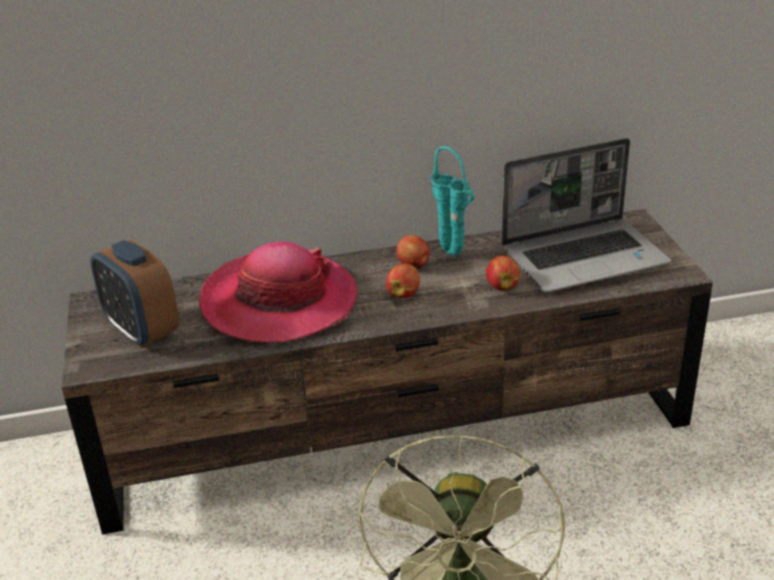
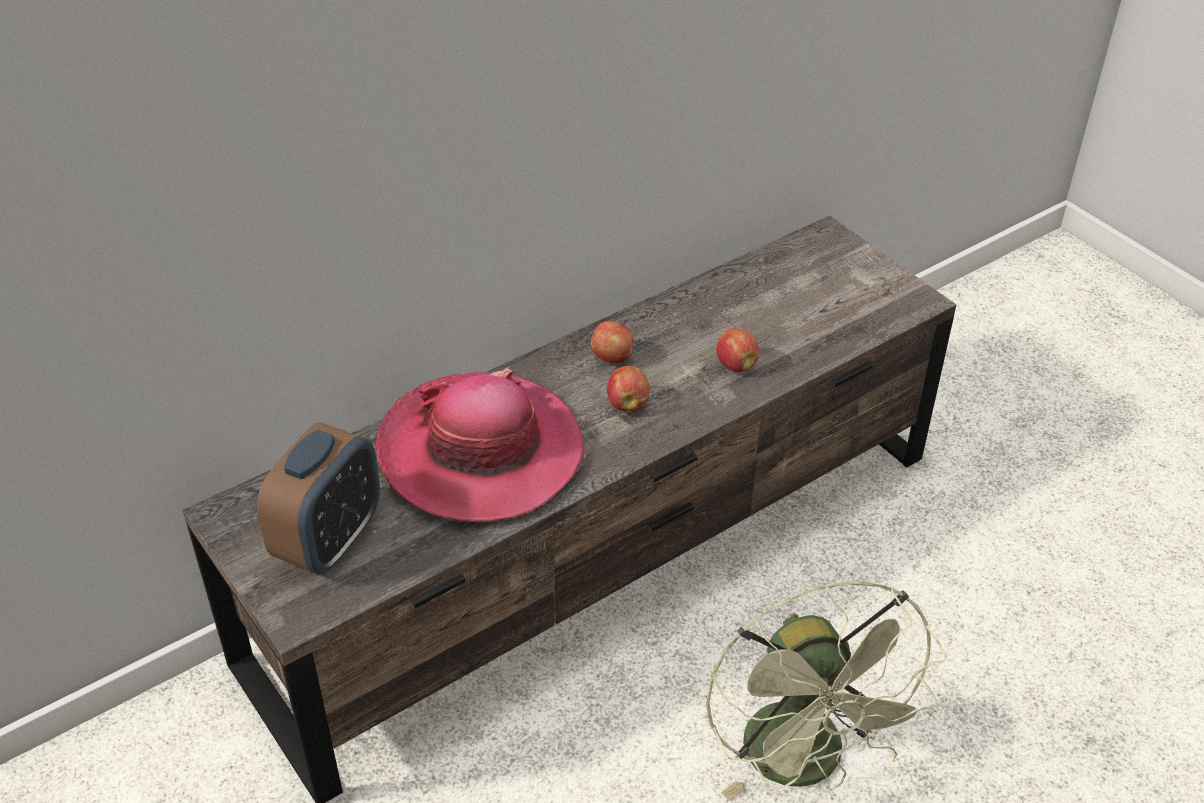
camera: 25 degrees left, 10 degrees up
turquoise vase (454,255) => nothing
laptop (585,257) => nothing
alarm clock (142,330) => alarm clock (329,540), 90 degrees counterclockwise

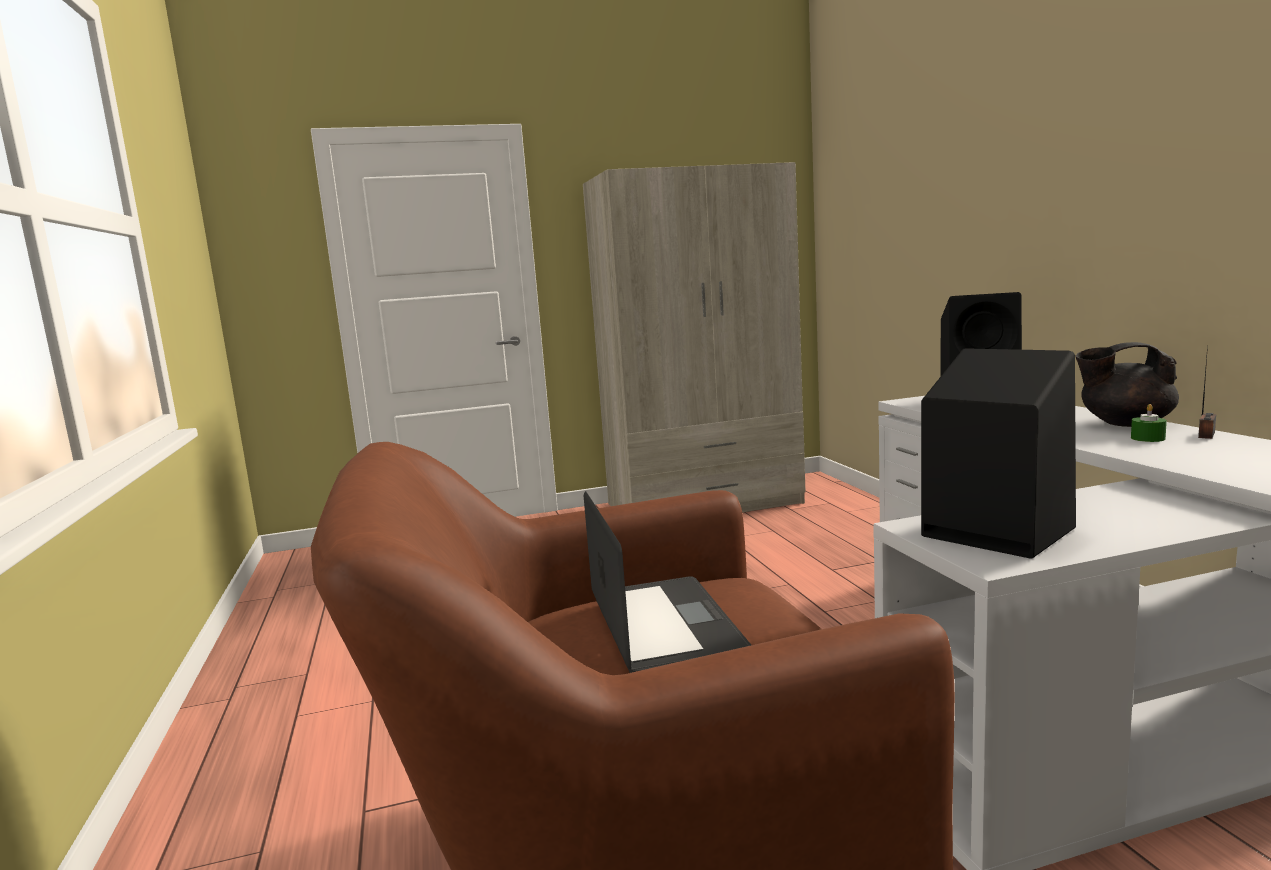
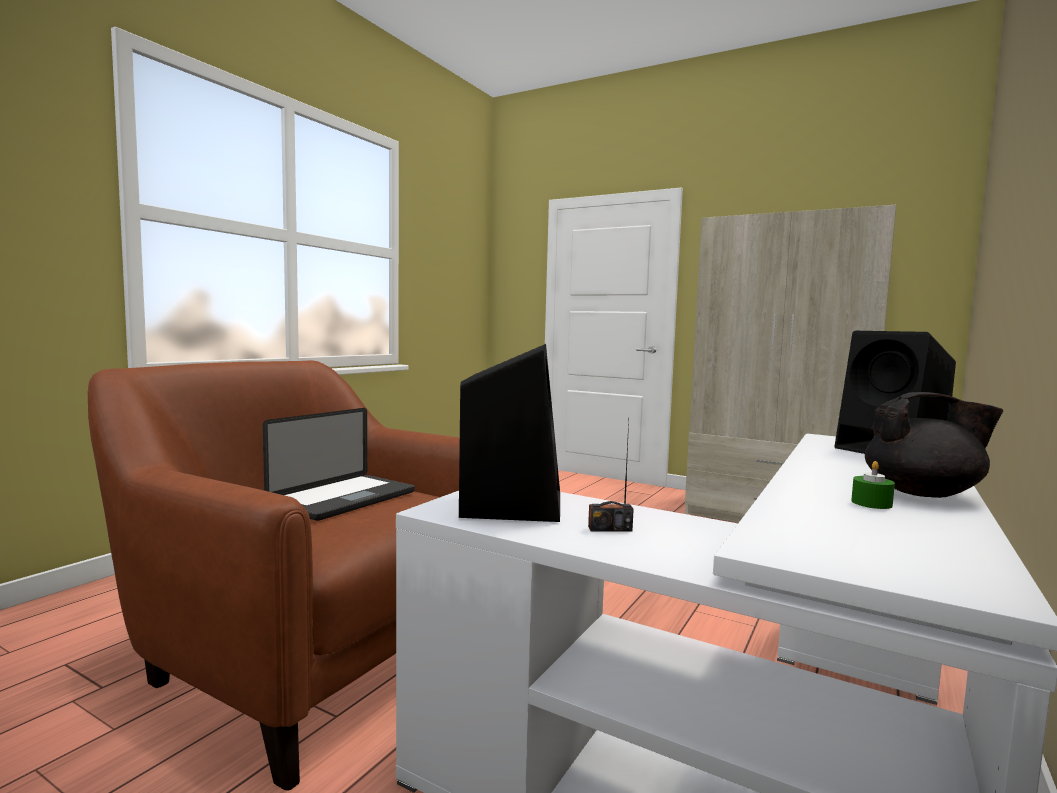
camera: 45 degrees right, 5 degrees down
radio (1206,435) => radio (610,528), moved
black teapot (1124,423) => black teapot (923,493), 135 degrees clockwise

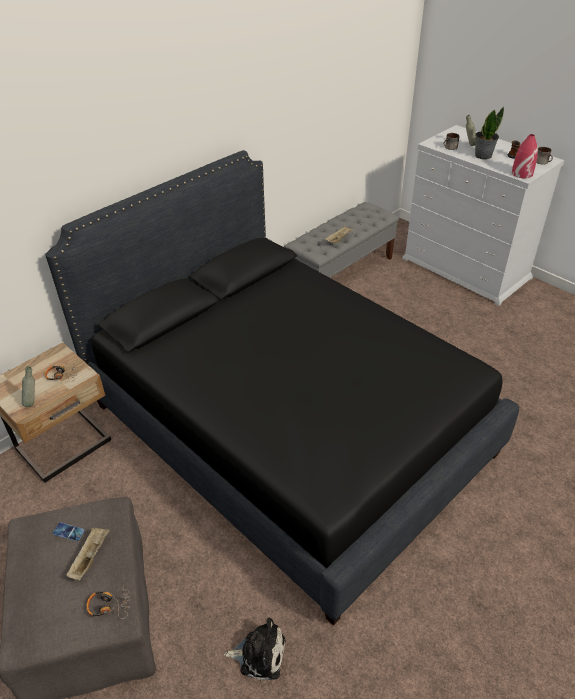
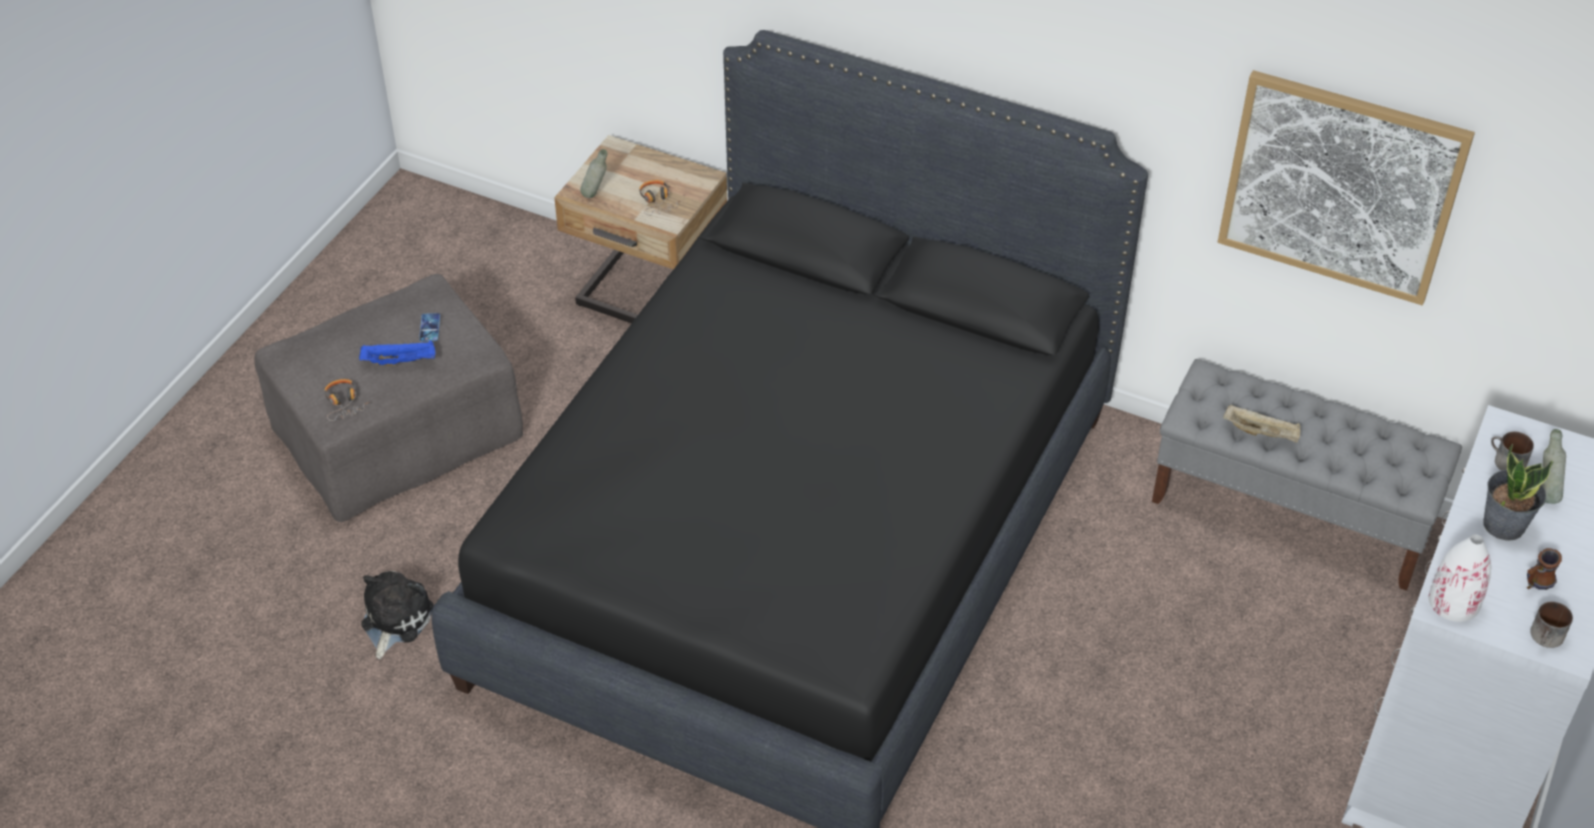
camera: 70 degrees right, 5 degrees up
nothing => picture (1341,187)
beige tray (90,557) => blue tray (400,361)
red vase (522,173) => white vase (1454,601)
plush toy (259,654) => plush toy (394,620), 150 degrees counterclockwise

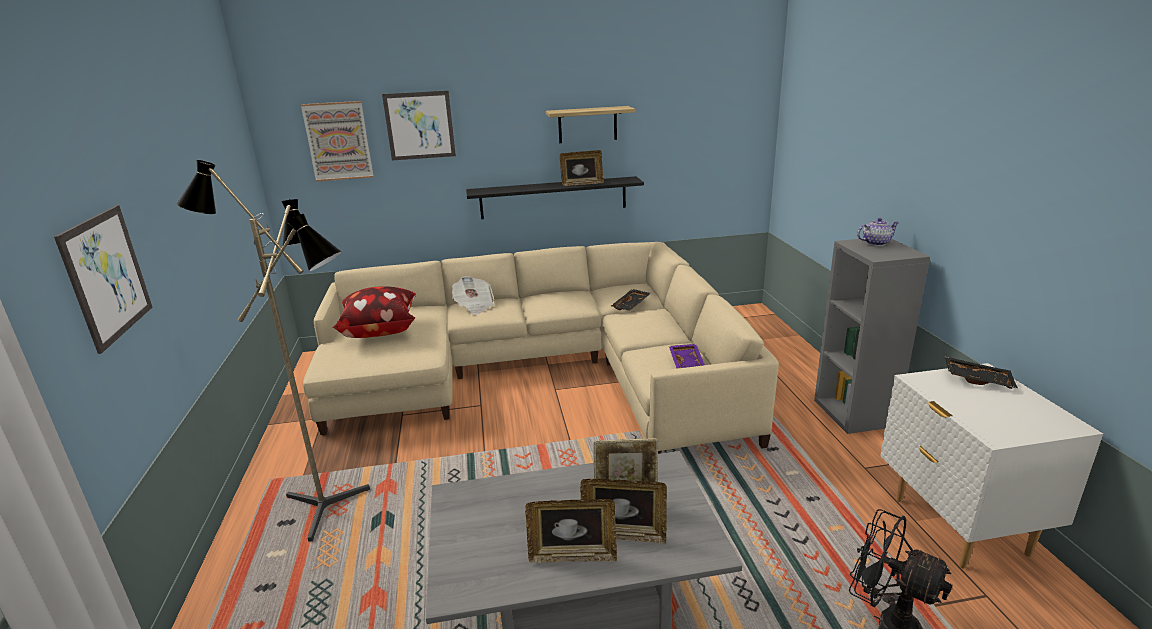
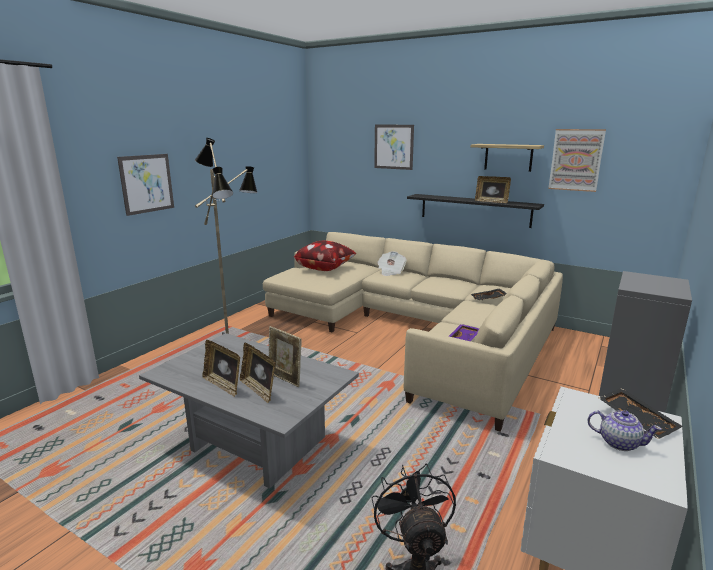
camera: 40 degrees right, 5 degrees down
picture (338,141) => picture (576,160), moved
teapot (875,243) => teapot (618,442), moved

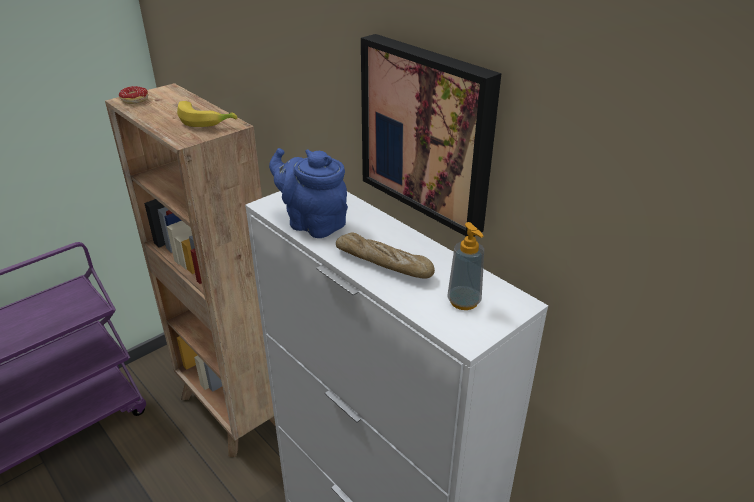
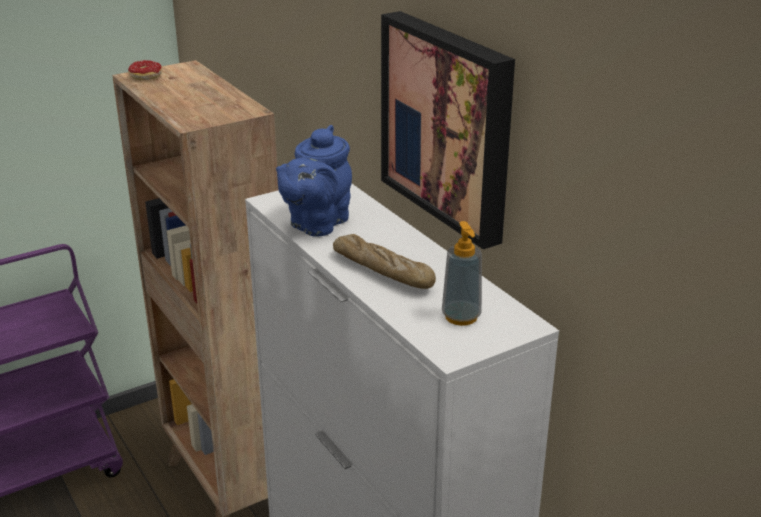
camera: 10 degrees right, 5 degrees down
banana (206,121) => nothing
blue teapot (313,223) => blue teapot (316,224), 105 degrees counterclockwise

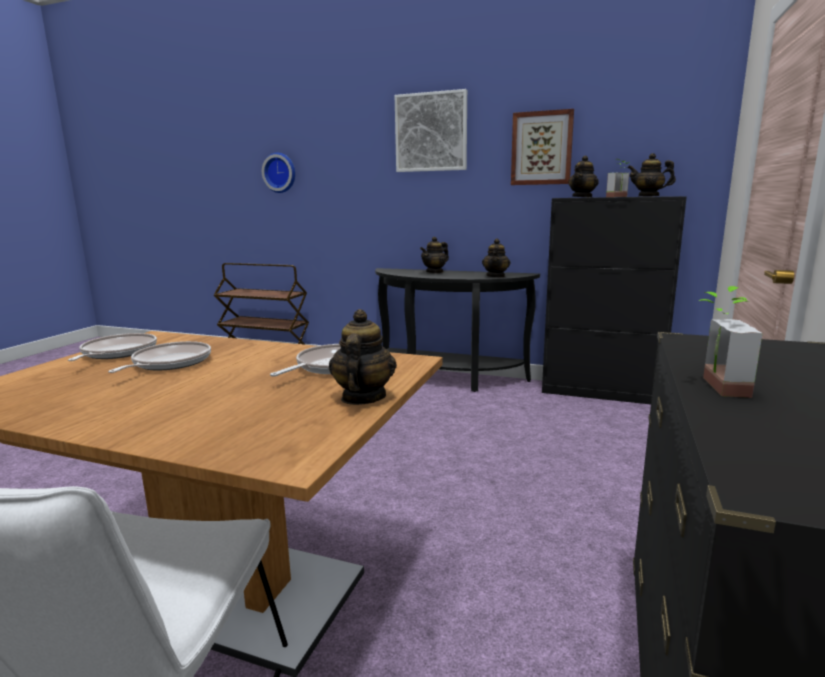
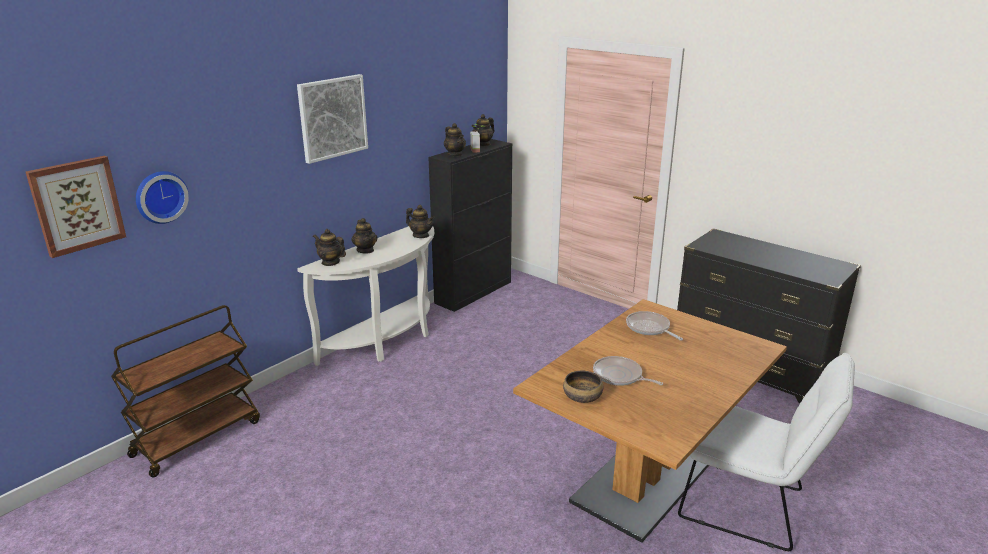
camera: 70 degrees left, 10 degrees up
potted plant (713,386) => nothing
teapot (363,398) => teapot (330,262), moved
picture (541,148) => picture (77,205), moved
frying pan (117,353) => bowl (582,397)
black console table (447,379) => white console table (387,341)

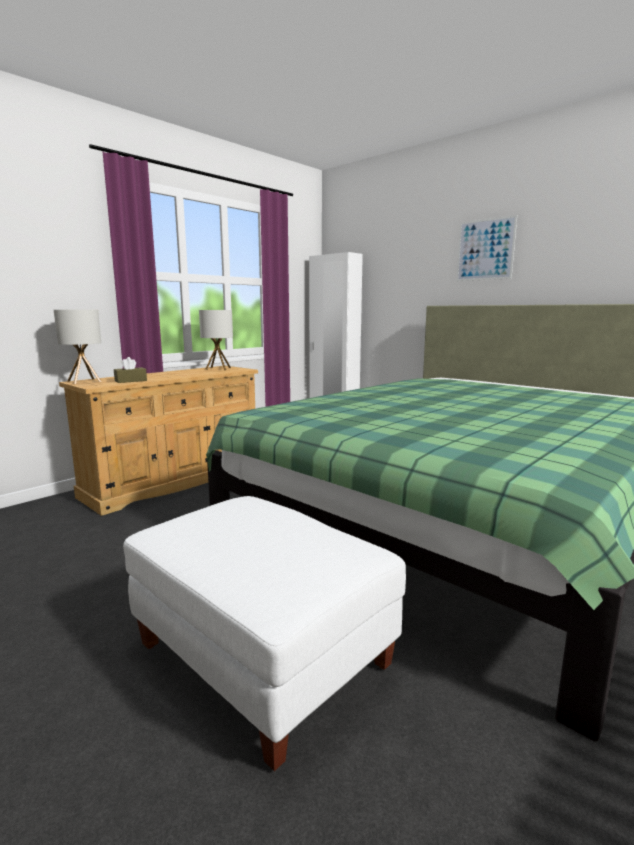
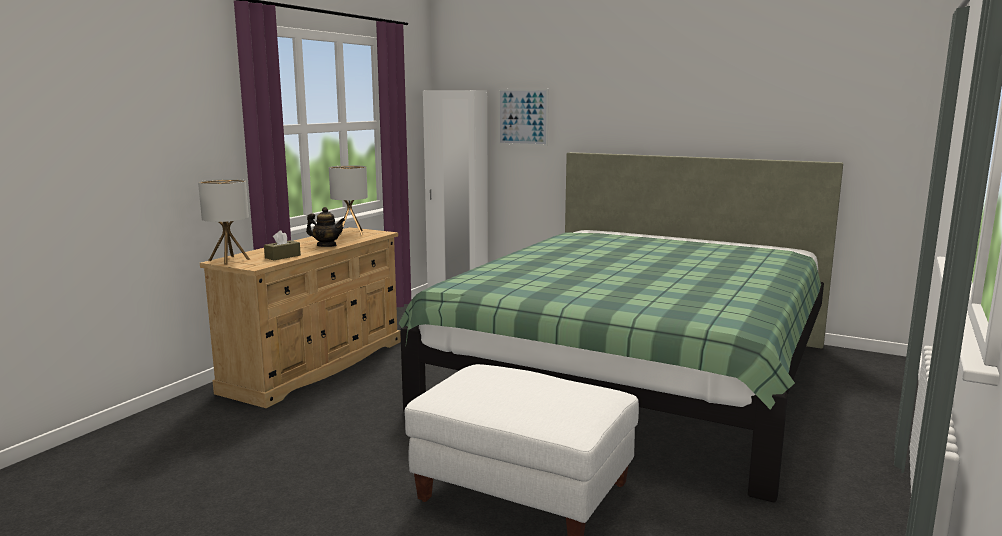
camera: 15 degrees left, 0 degrees up
nothing => teapot (326,246)
picture (485,249) => picture (523,117), moved

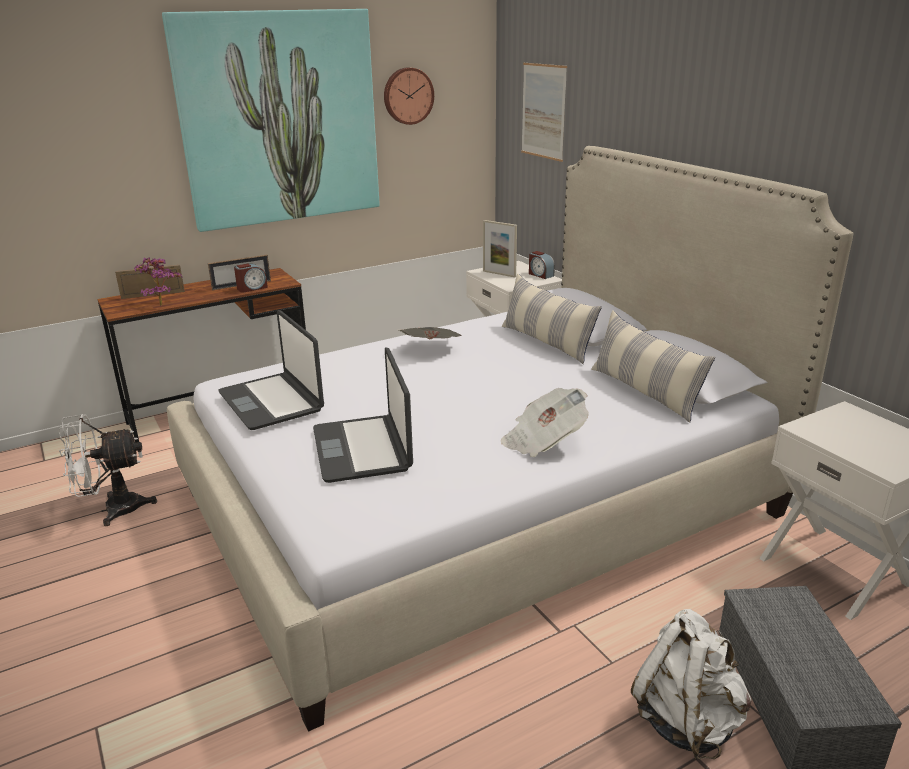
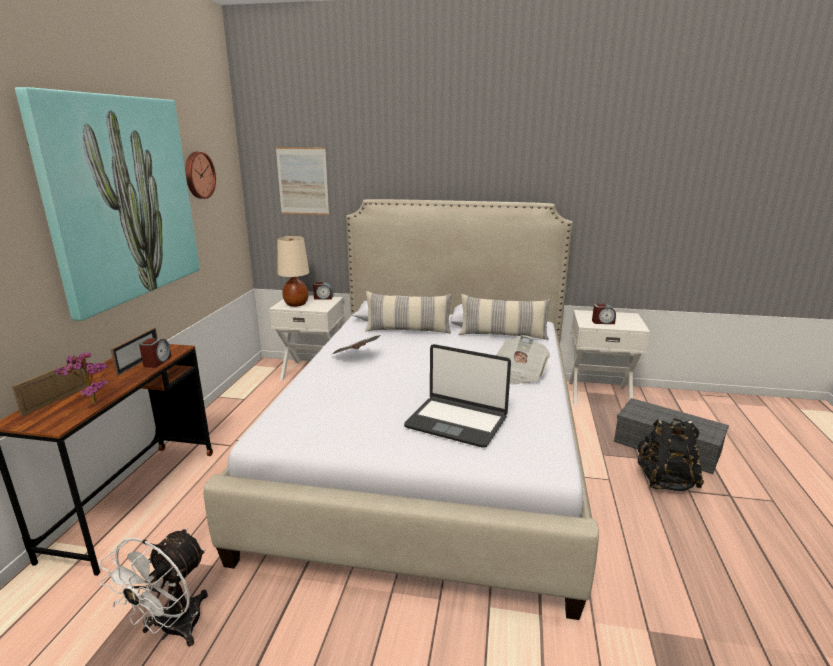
camera: 50 degrees left, 5 degrees down
laptop (272,402) => nothing
nothing => alarm clock (603,322)
picture frame (499,274) => beige table lamp (296,304)
white backpack (687,721) => black backpack (664,481)

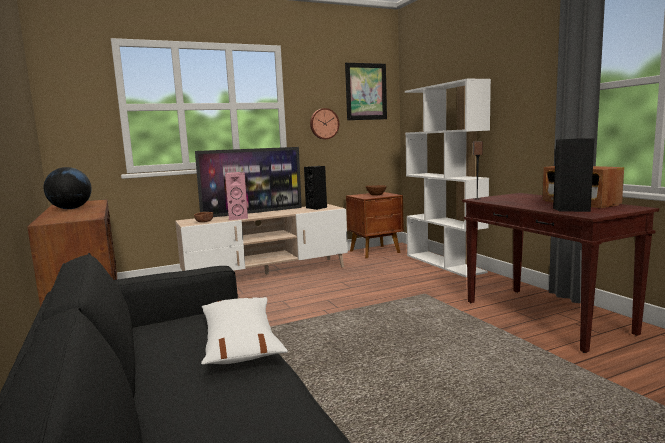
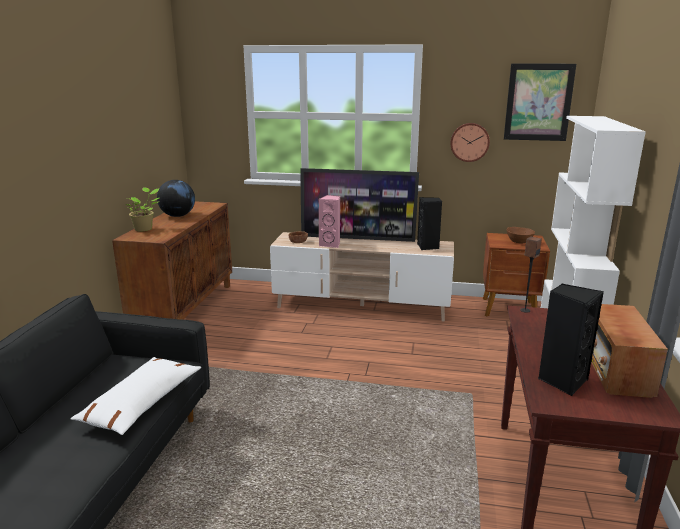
camera: 35 degrees right, 10 degrees up
nothing => potted plant (144,229)

